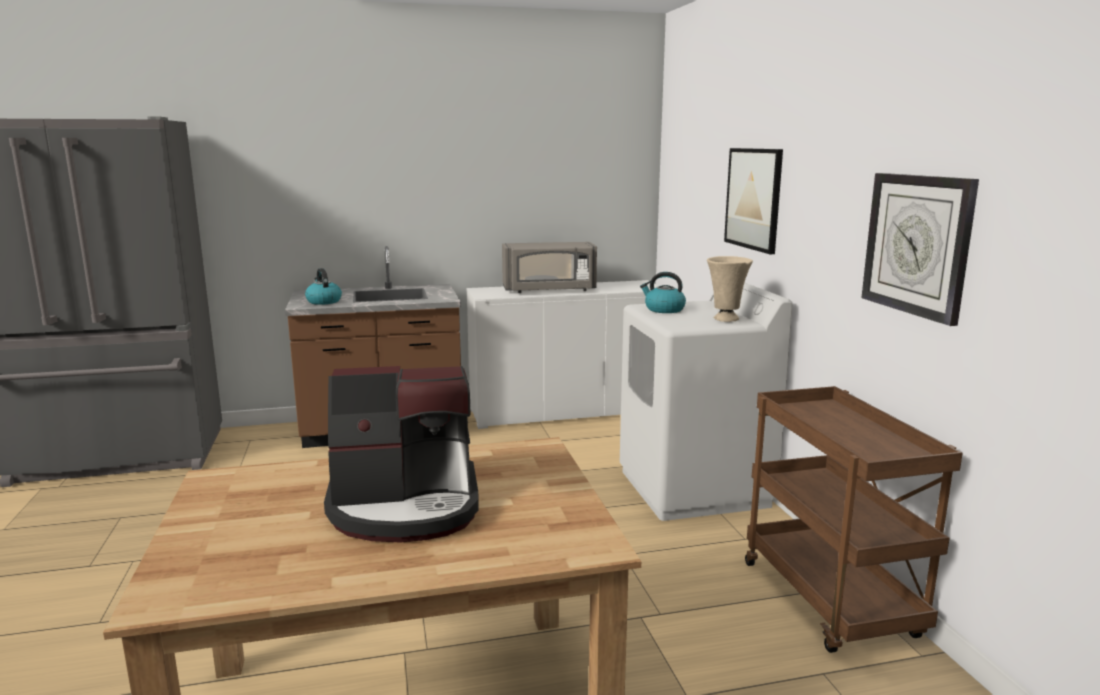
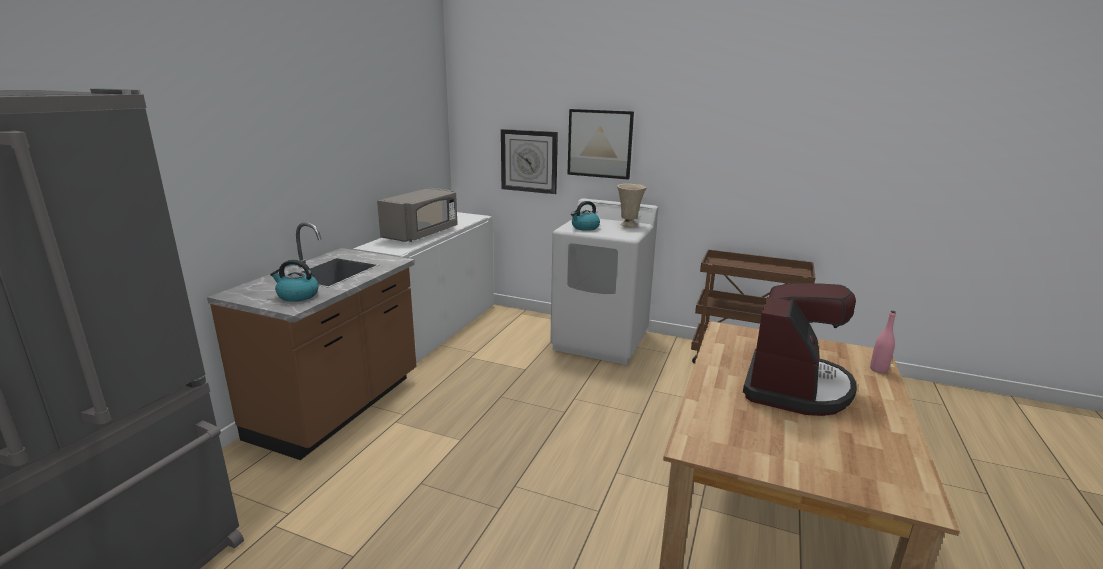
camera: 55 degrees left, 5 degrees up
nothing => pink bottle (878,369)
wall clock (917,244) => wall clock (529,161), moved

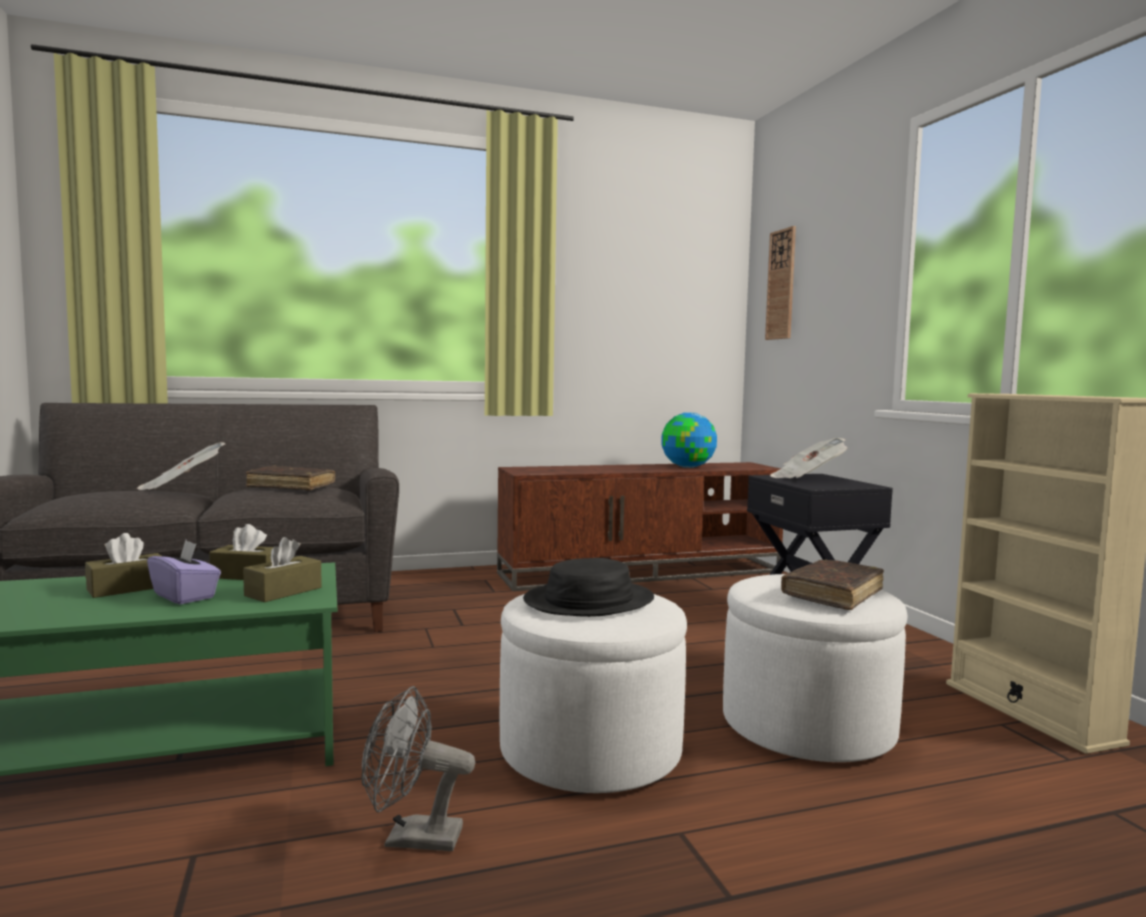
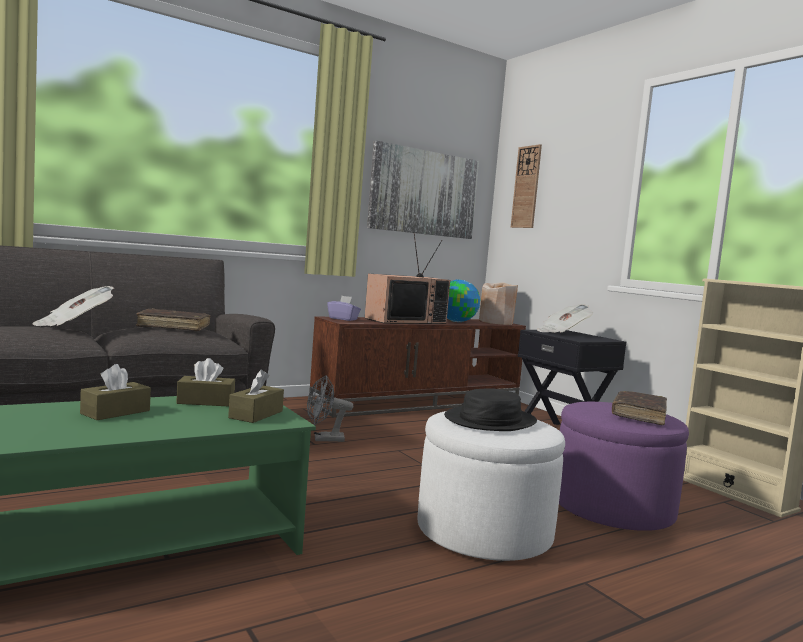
camera: 15 degrees left, 0 degrees up
nothing => television (405,321)
nothing => picture (424,193)
nothing => beige vase (496,322)
purple tissue box (185,596) => purple tissue box (343,319), moved
grey fan (411,838) => grey fan (323,439), moved
white ottoman (807,726) => purple ottoman (612,508)

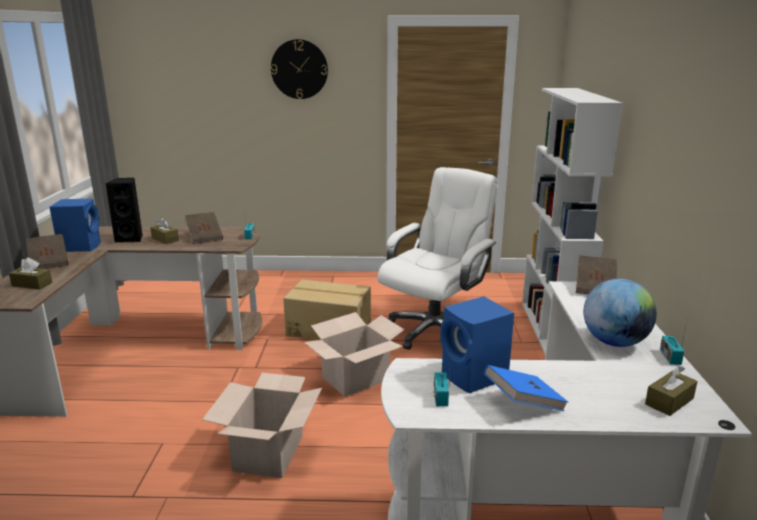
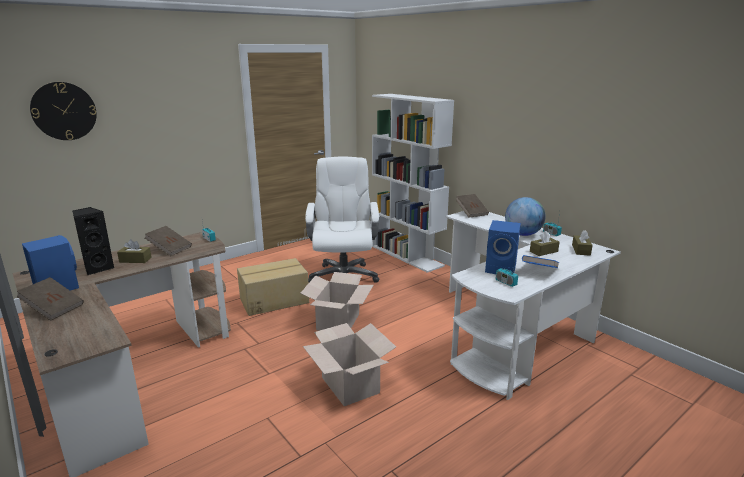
camera: 40 degrees left, 0 degrees up
brown tissue box (32,284) => brown tissue box (543,251), moved
wall clock (299,69) => wall clock (64,111), moved

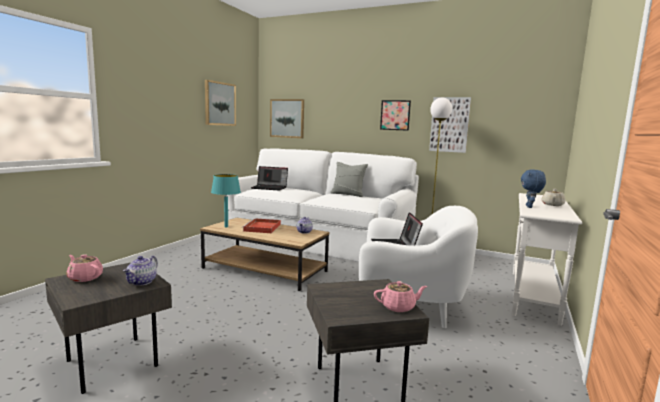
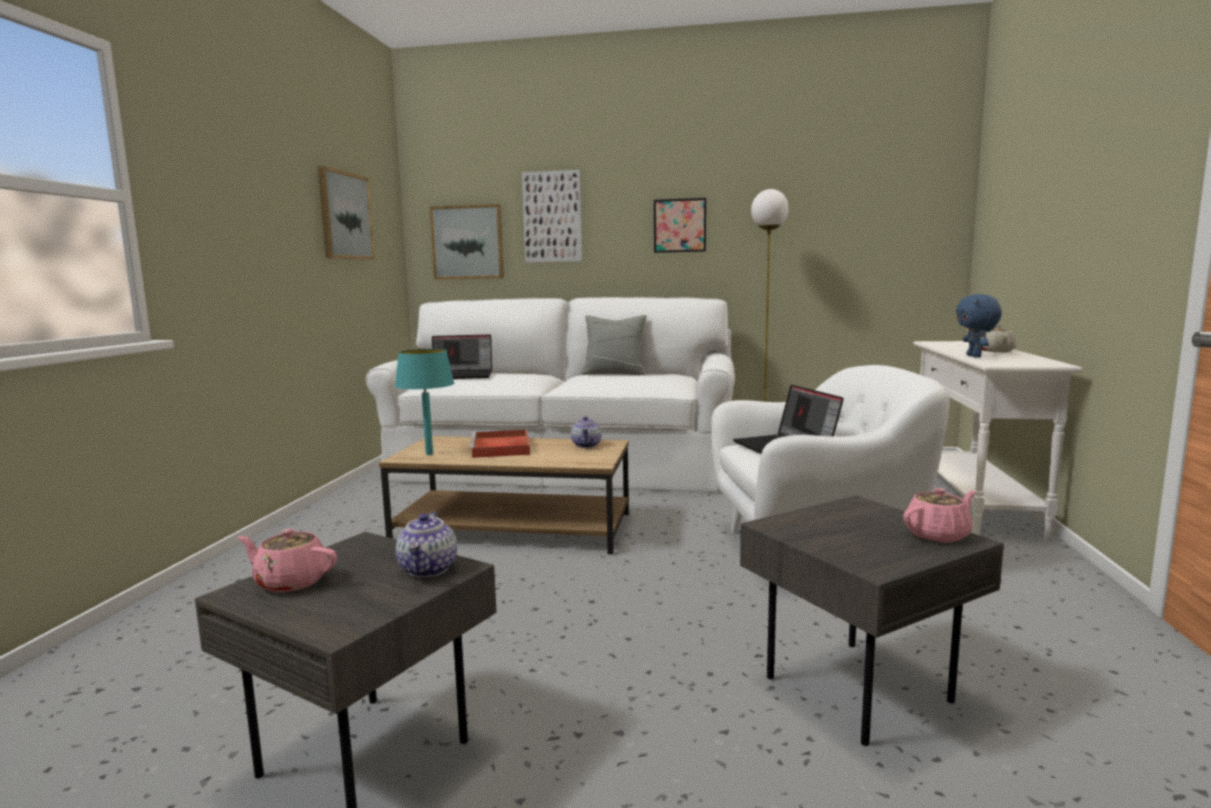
camera: 15 degrees left, 0 degrees up
picture (449,124) => picture (552,217), moved

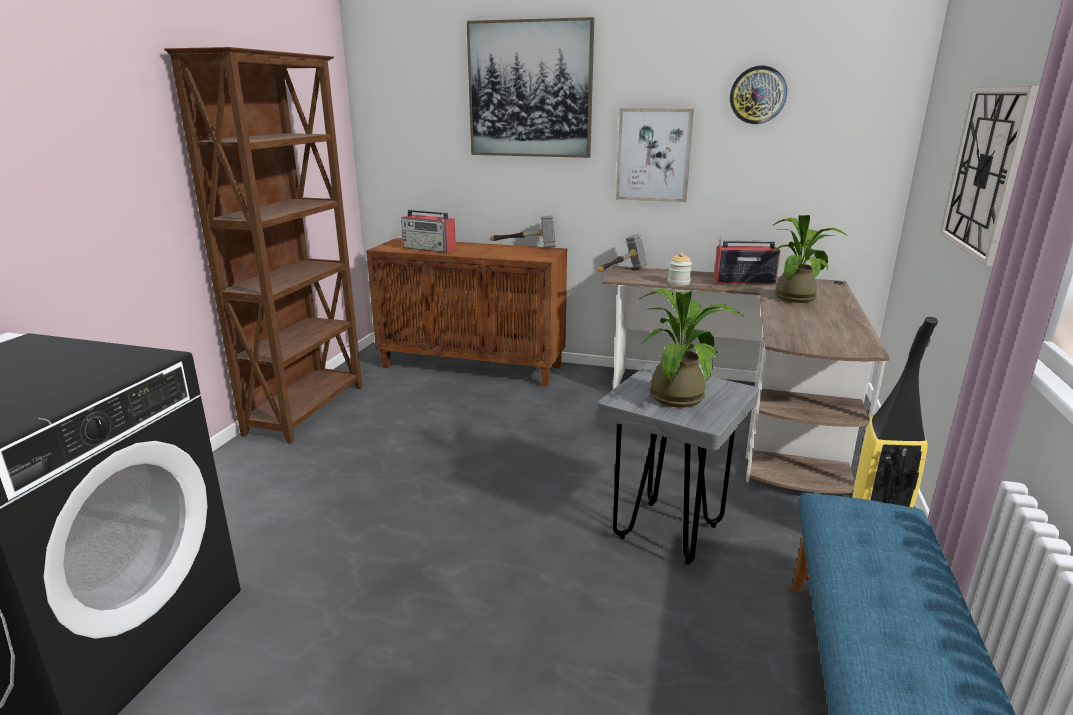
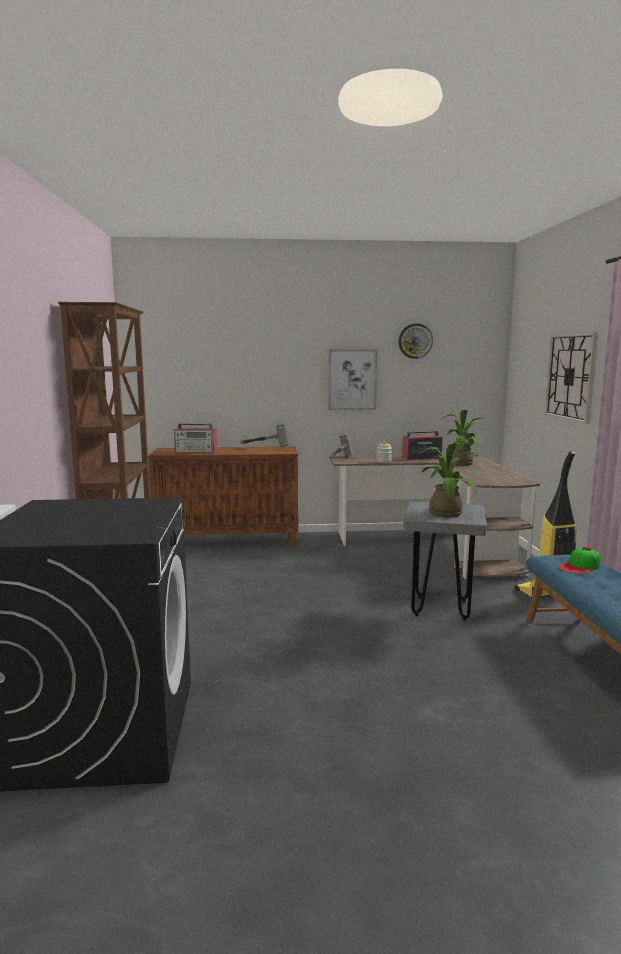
camera: 20 degrees left, 10 degrees down
picture (530,90) => nothing
nothing => cap (580,566)

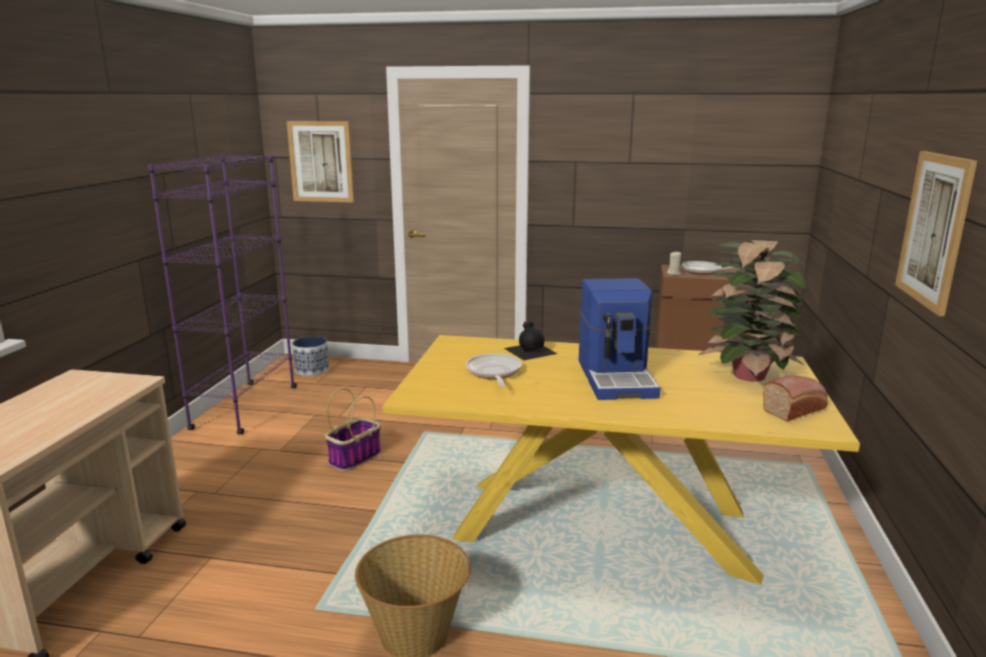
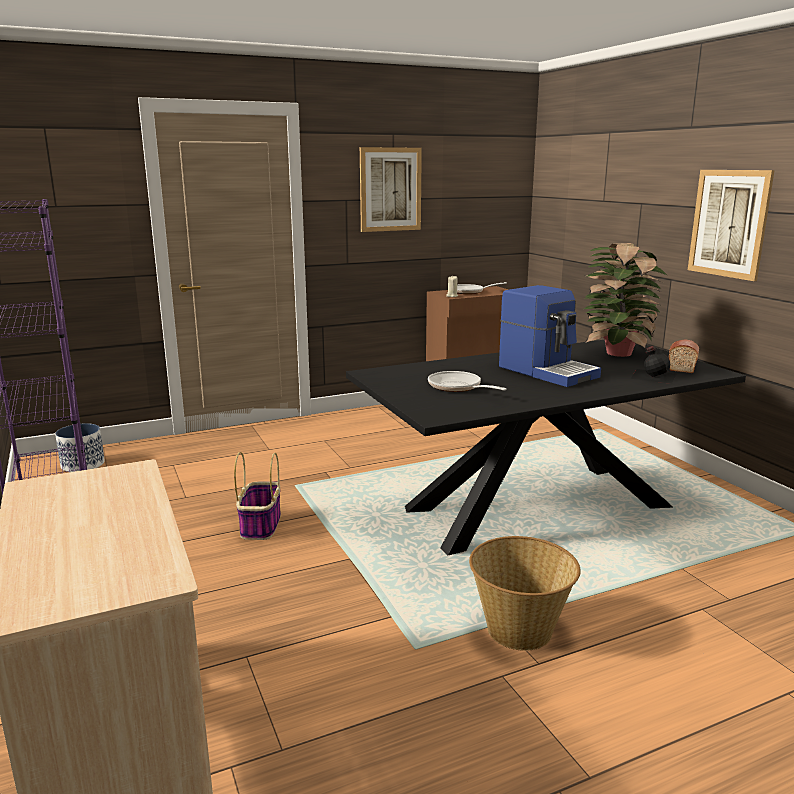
camera: 35 degrees left, 0 degrees up
picture (321,161) => picture (390,189), moved
black bottle (530,350) => black bottle (653,375), moved
yellow dining table (602,526) => black dining table (535,507)

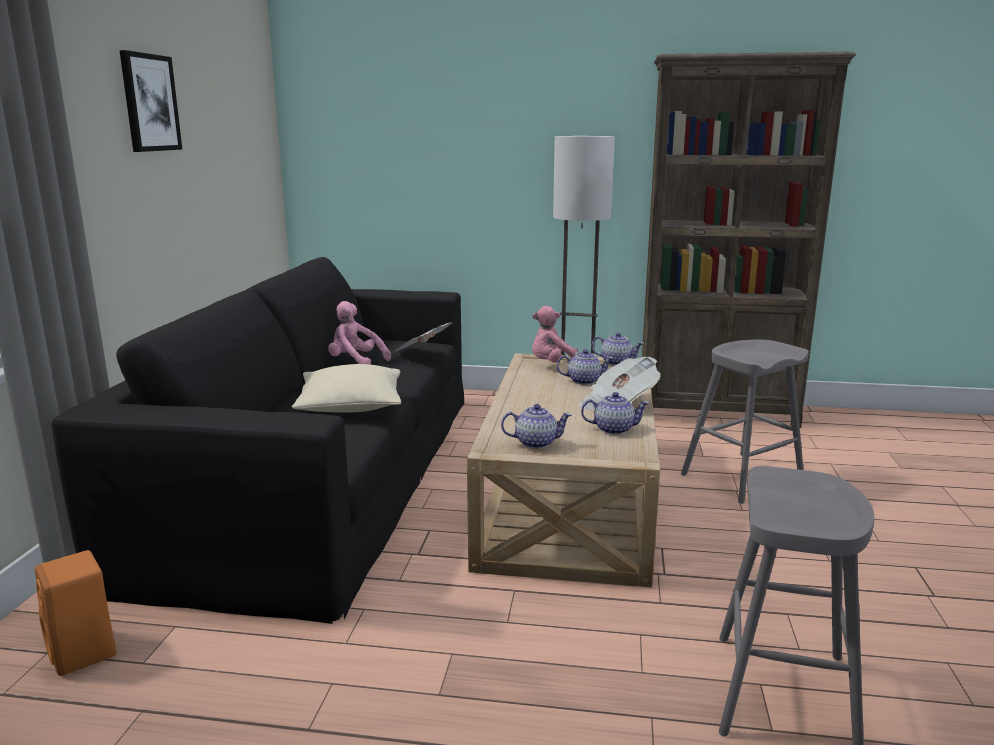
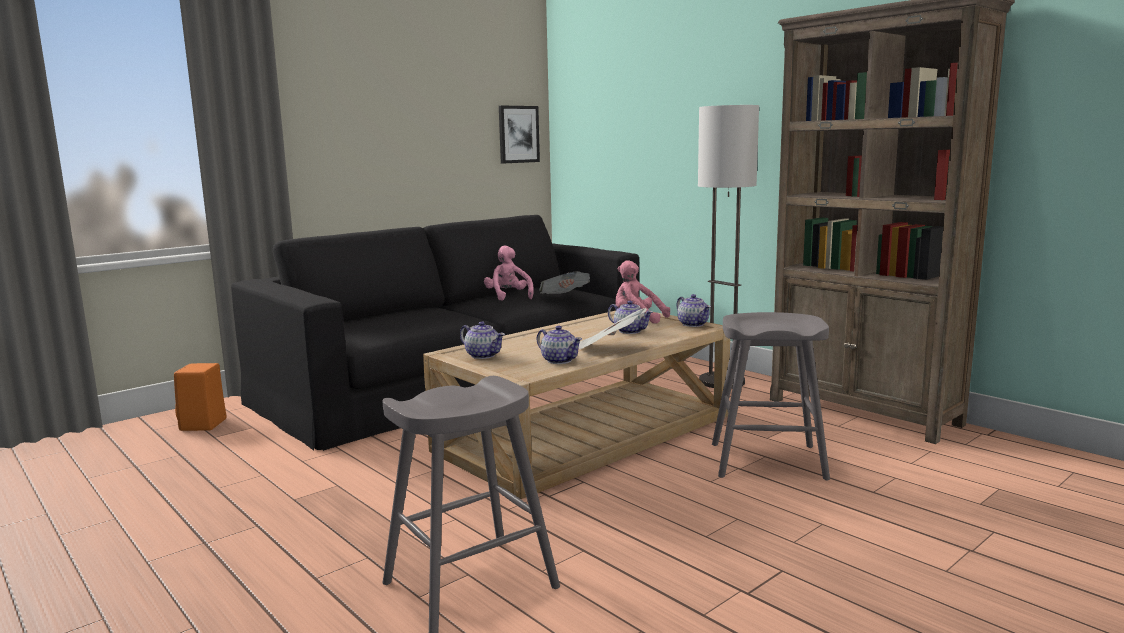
camera: 40 degrees right, 5 degrees down
beige pillow (350,405) => nothing
picture (149,103) => picture (518,134), moved

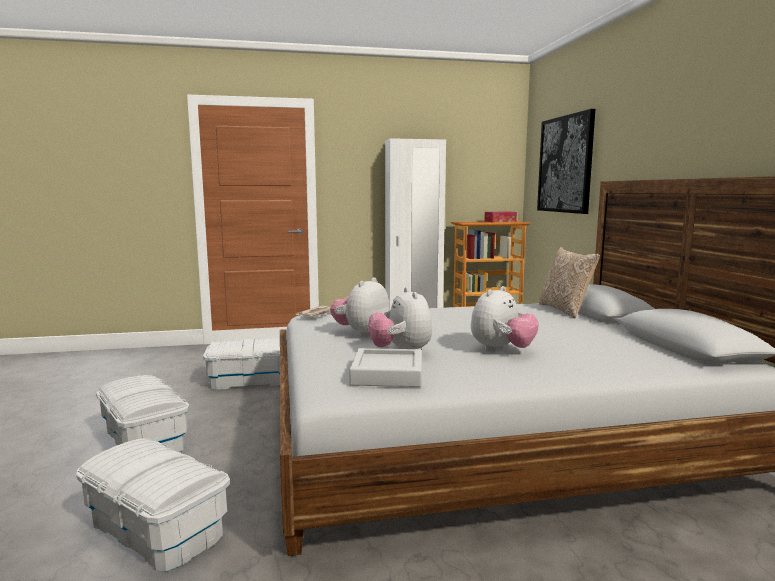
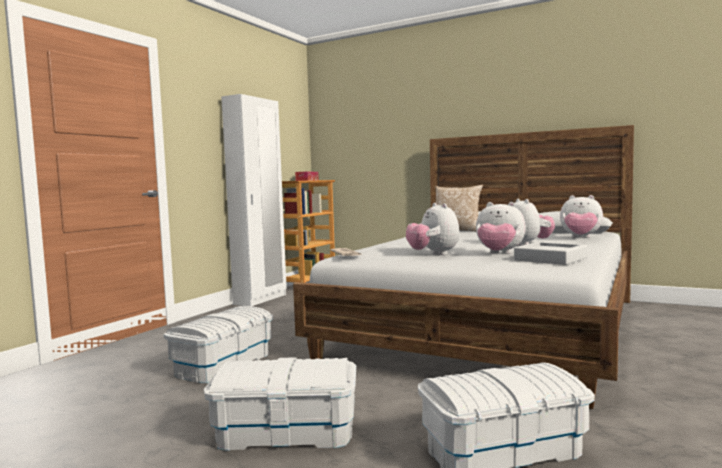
camera: 50 degrees left, 5 degrees down
picture (565,164) => nothing
nothing => plush toy (580,238)

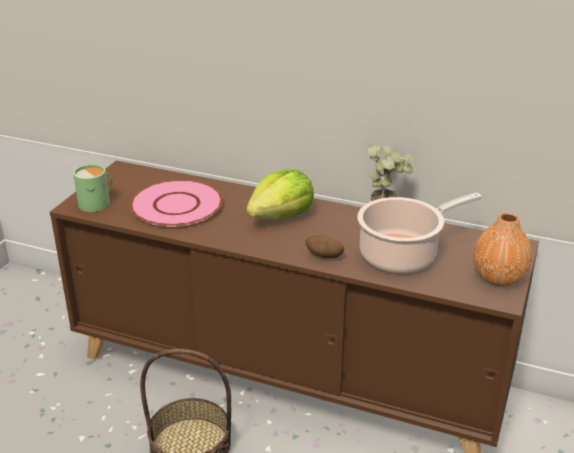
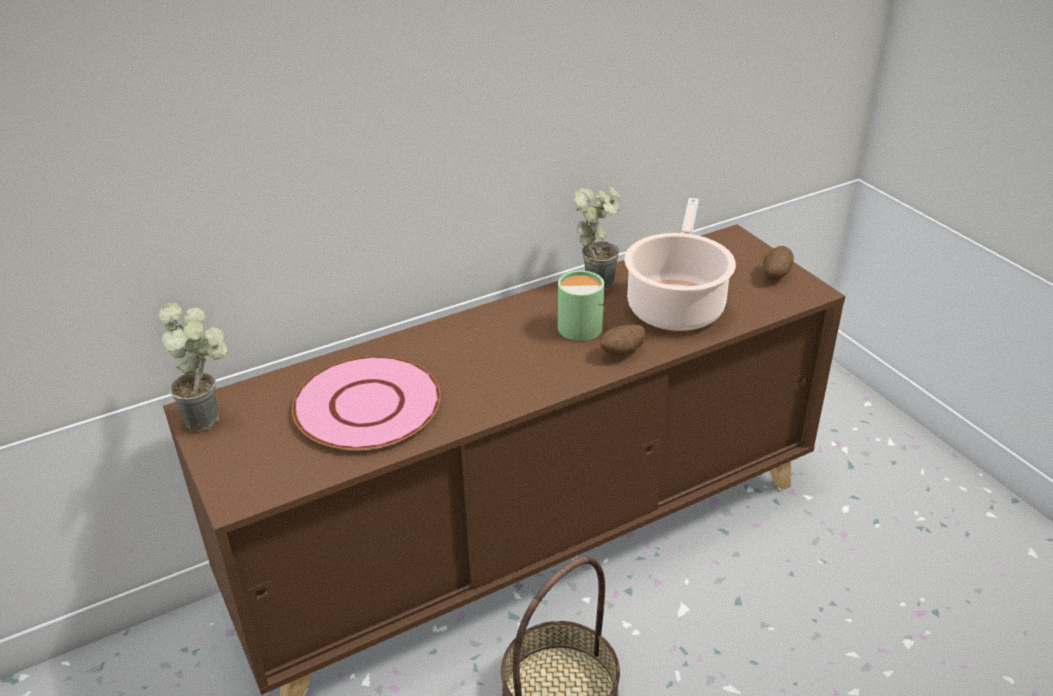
camera: 50 degrees left, 5 degrees up
lettuce (281,216) => nothing
nothing => potted plant (213,418)
green mug (97,203) => green mug (580,324), moved
orange vase (498,278) => potato (775,275)

